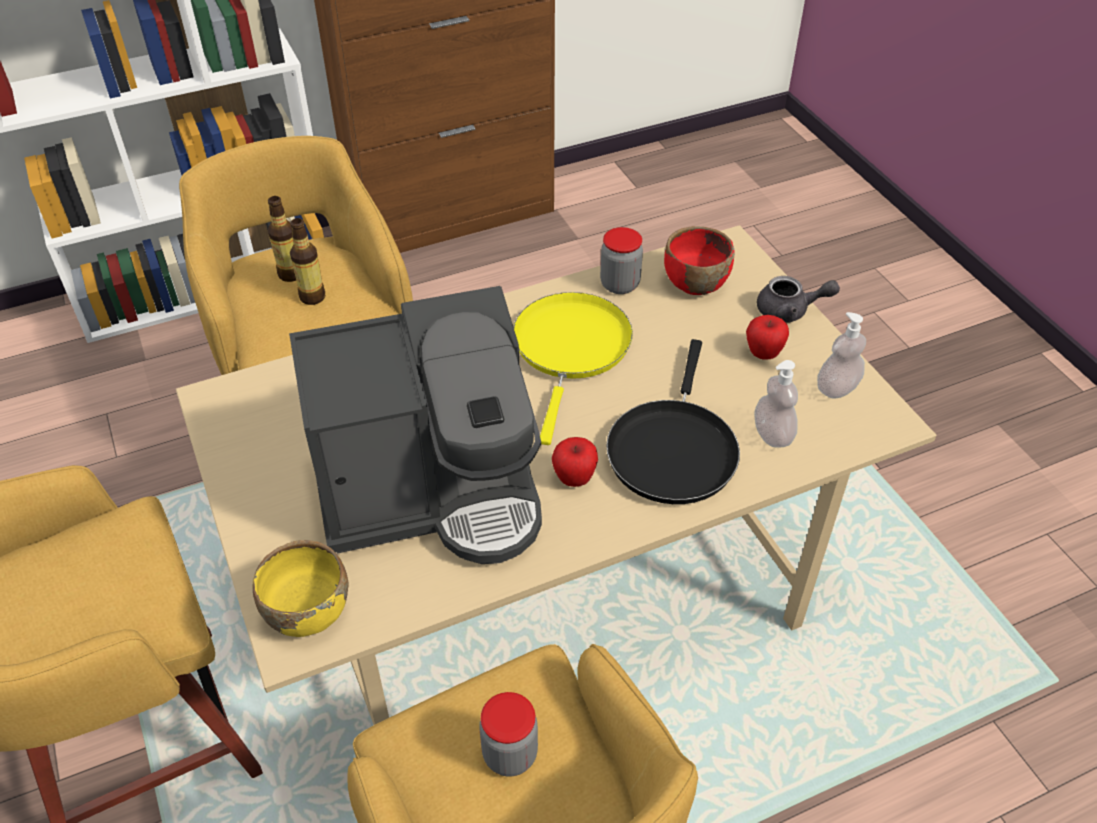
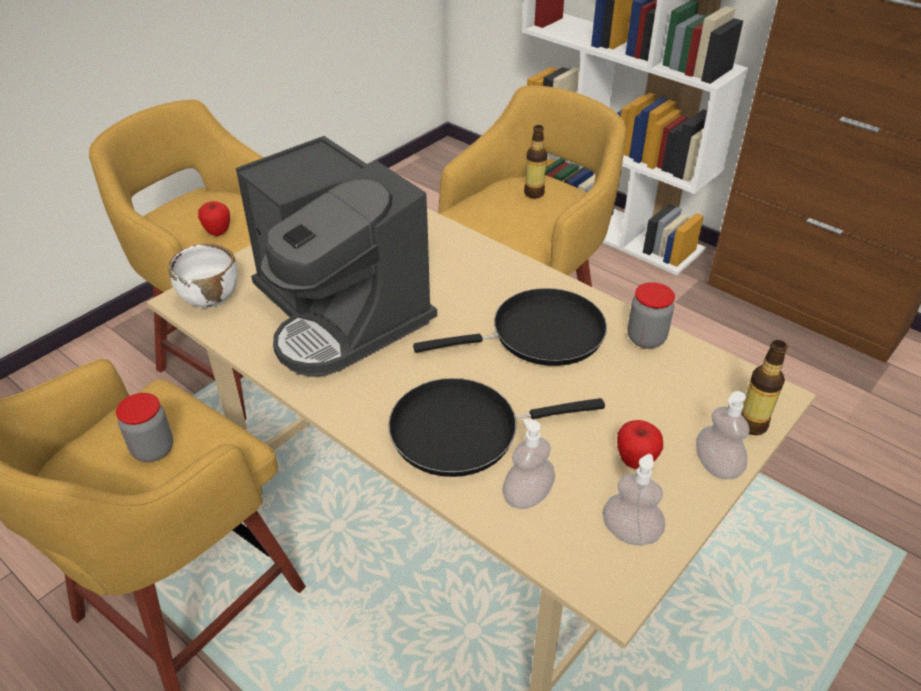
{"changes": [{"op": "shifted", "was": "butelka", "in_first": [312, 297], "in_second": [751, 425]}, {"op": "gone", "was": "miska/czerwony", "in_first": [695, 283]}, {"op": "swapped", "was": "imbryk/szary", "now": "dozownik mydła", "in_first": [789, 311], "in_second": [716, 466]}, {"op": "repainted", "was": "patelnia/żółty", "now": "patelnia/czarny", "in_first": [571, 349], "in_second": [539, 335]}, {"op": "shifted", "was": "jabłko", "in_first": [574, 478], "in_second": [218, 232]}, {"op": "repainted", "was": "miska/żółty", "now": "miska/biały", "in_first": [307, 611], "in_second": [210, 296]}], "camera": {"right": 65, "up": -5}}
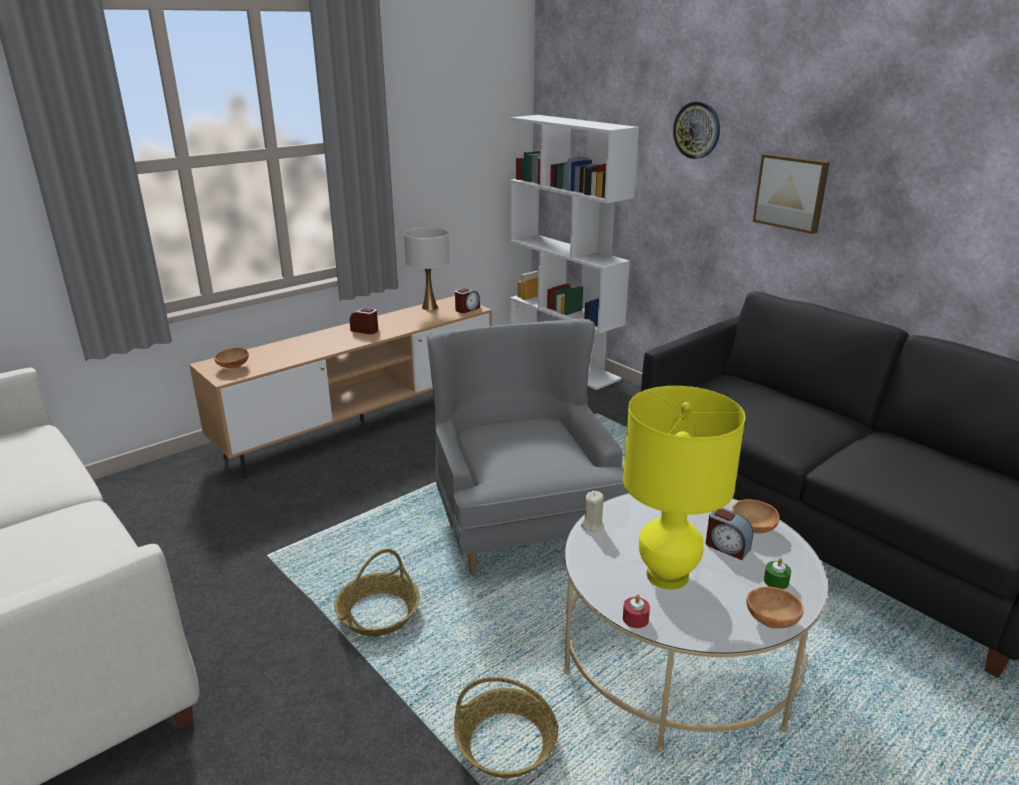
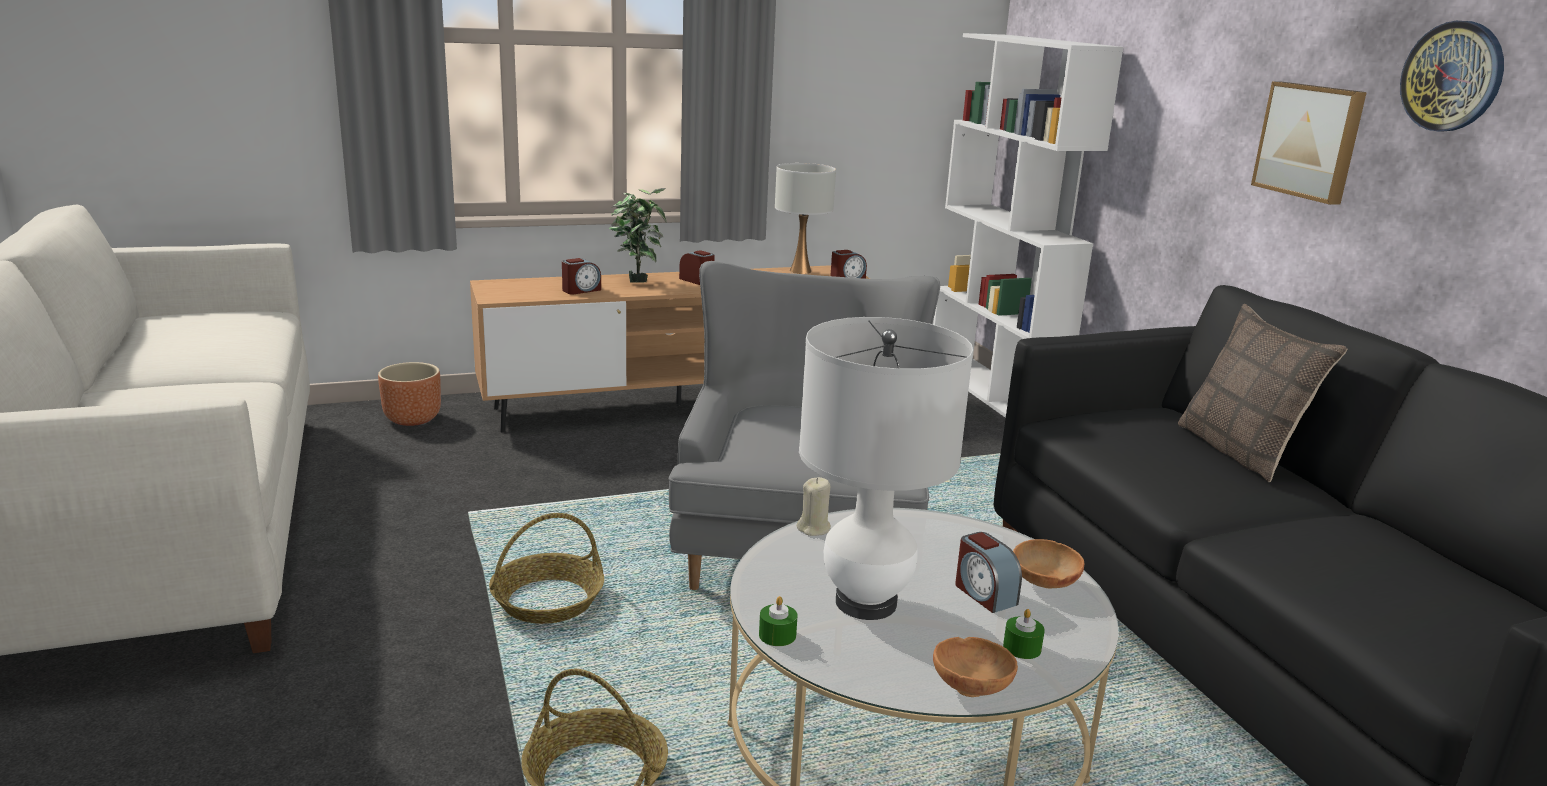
{"changes": [{"op": "shifted", "was": "zegar ścienny", "in_first": [697, 130], "in_second": [1452, 76]}, {"op": "gone", "was": "miska/brązowy", "in_first": [232, 367]}, {"op": "repainted", "was": "lampa stołowa/żółty", "now": "lampa stołowa/biały", "in_first": [667, 575], "in_second": [865, 603]}, {"op": "repainted", "was": "świeca/czerwony", "now": "świeca/zielony", "in_first": [635, 619], "in_second": [777, 635]}, {"op": "new", "now": "roślina doniczkowa", "in_second": [637, 280]}, {"op": "new", "now": "budzik", "in_second": [581, 290]}, {"op": "new", "now": "poduszka", "in_second": [1240, 451]}, {"op": "new", "now": "donica/brązowy", "in_second": [412, 419]}], "camera": {"right": 20, "up": -5}}
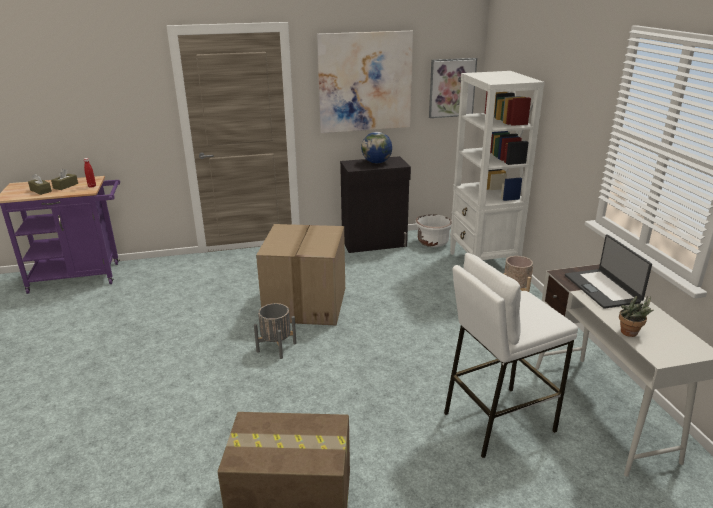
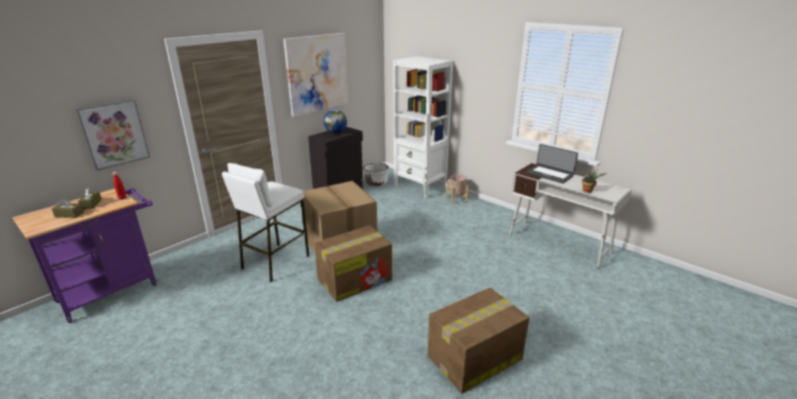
{"changes": [{"op": "shifted", "was": "obraz", "in_first": [452, 88], "in_second": [114, 134]}, {"op": "shifted", "was": "stołek/biały", "in_first": [497, 421], "in_second": [275, 262]}, {"op": "swapped", "was": "donica/szary", "now": "karton", "in_first": [276, 347], "in_second": [355, 279]}], "camera": {"right": -35, "up": 0}}
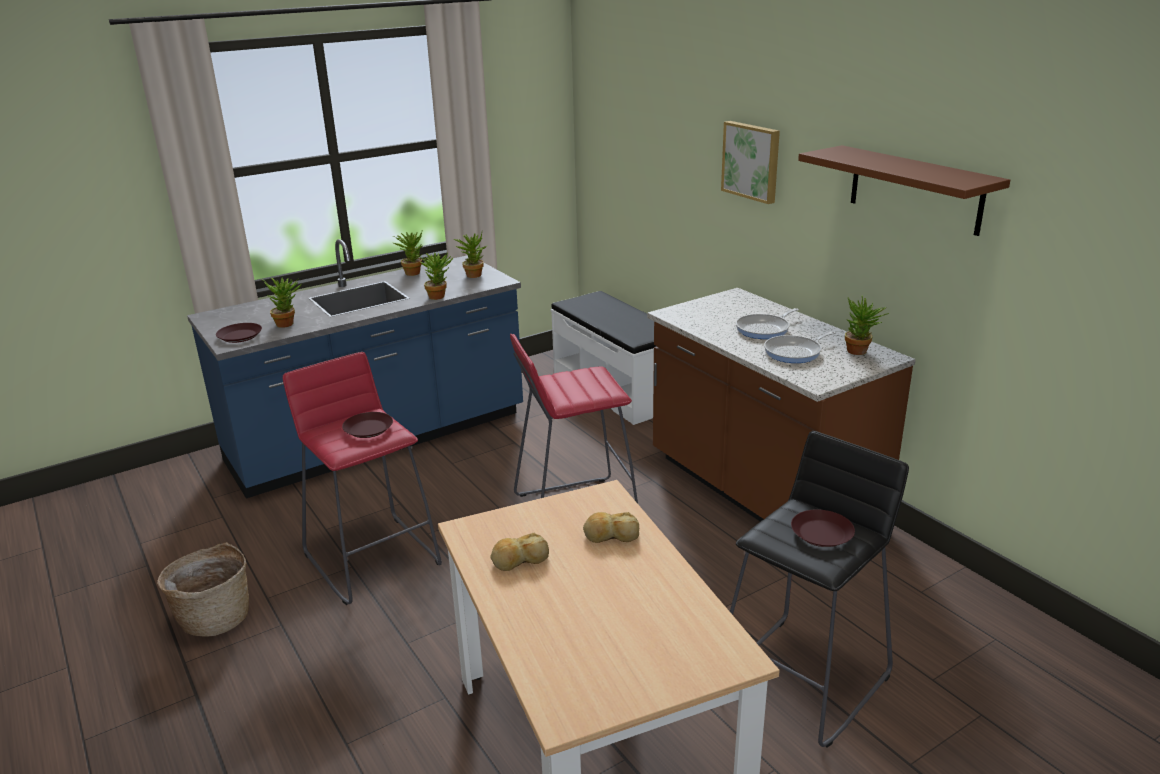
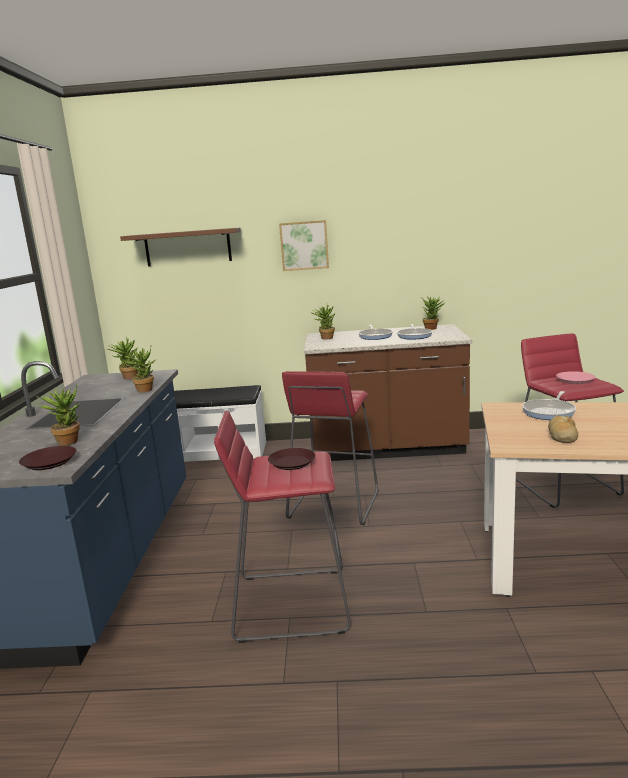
{"changes": [{"op": "shifted", "was": "półka/brązowy", "in_first": [915, 189], "in_second": [188, 247]}, {"op": "shifted", "was": "roślina doniczkowa", "in_first": [413, 272], "in_second": [325, 338]}, {"op": "repainted", "was": "stołek/czarny", "now": "stołek/czerwony", "in_first": [804, 679], "in_second": [564, 485]}, {"op": "repainted", "was": "talerz/brązowy", "now": "talerz/różowy", "in_first": [821, 534], "in_second": [575, 380]}, {"op": "swapped", "was": "chleb", "now": "patelnia", "in_first": [611, 535], "in_second": [550, 412]}, {"op": "gone", "was": "koszyk", "in_first": [215, 617]}], "camera": {"right": -55, "up": -10}}
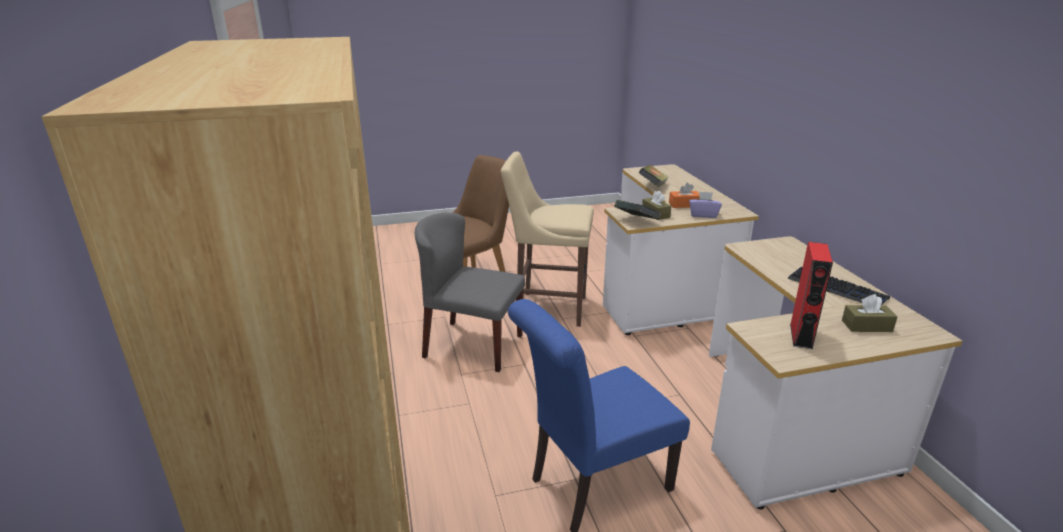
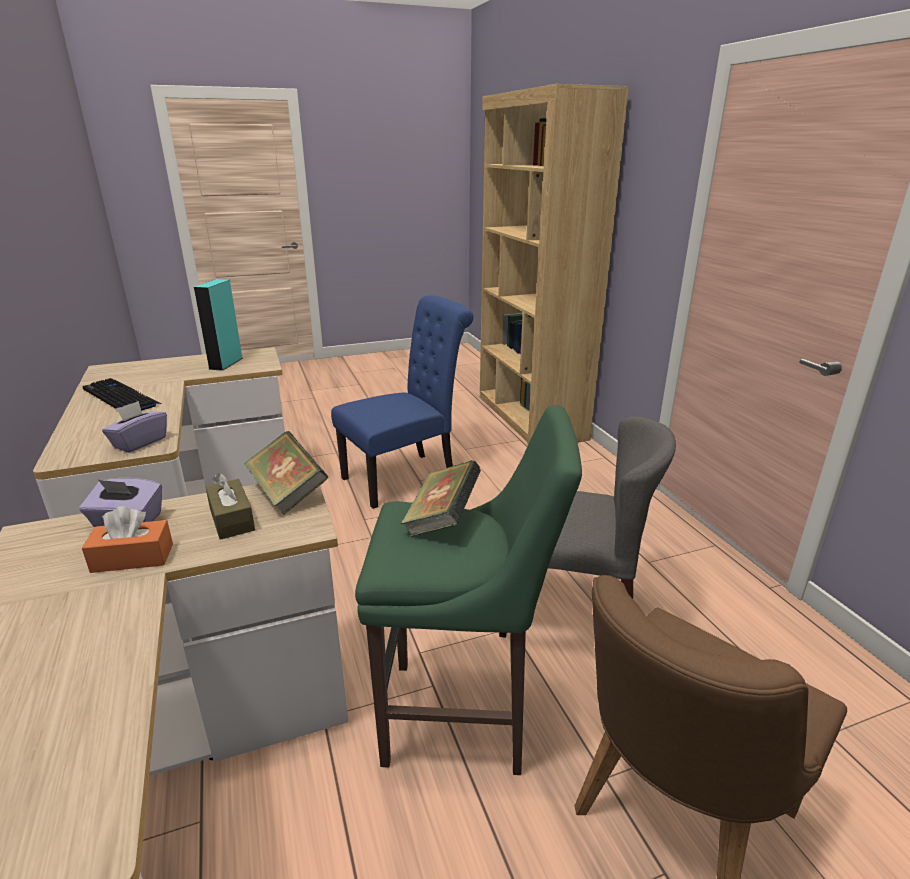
{"changes": [{"op": "repainted", "was": "stołek/beżowy", "now": "stołek/zielony", "in_first": [547, 308], "in_second": [464, 716]}, {"op": "shifted", "was": "książka", "in_first": [653, 186], "in_second": [442, 520]}, {"op": "repainted", "was": "głośnik/czerwony", "now": "głośnik/turkusowy", "in_first": [801, 335], "in_second": [226, 363]}, {"op": "gone", "was": "pudełko chusteczek/brązowy", "in_first": [866, 326]}, {"op": "new", "now": "pudełko chusteczek/fioletowy", "in_second": [139, 442]}], "camera": {"right": 175, "up": 0}}
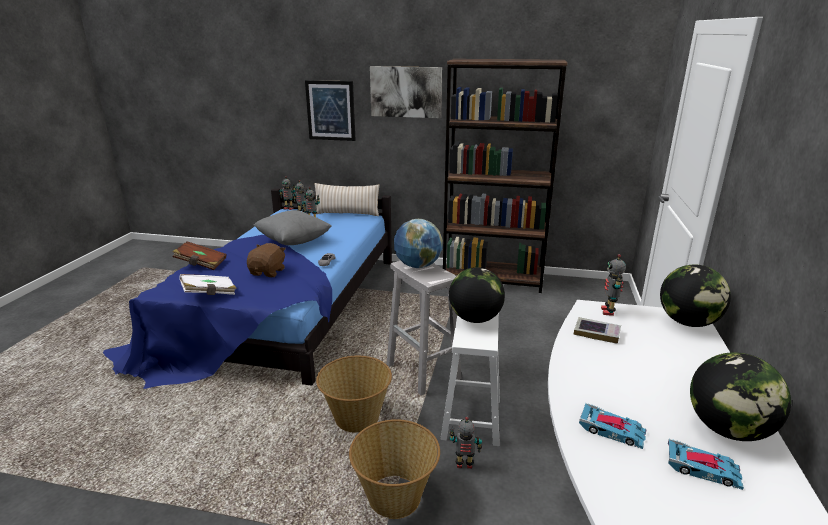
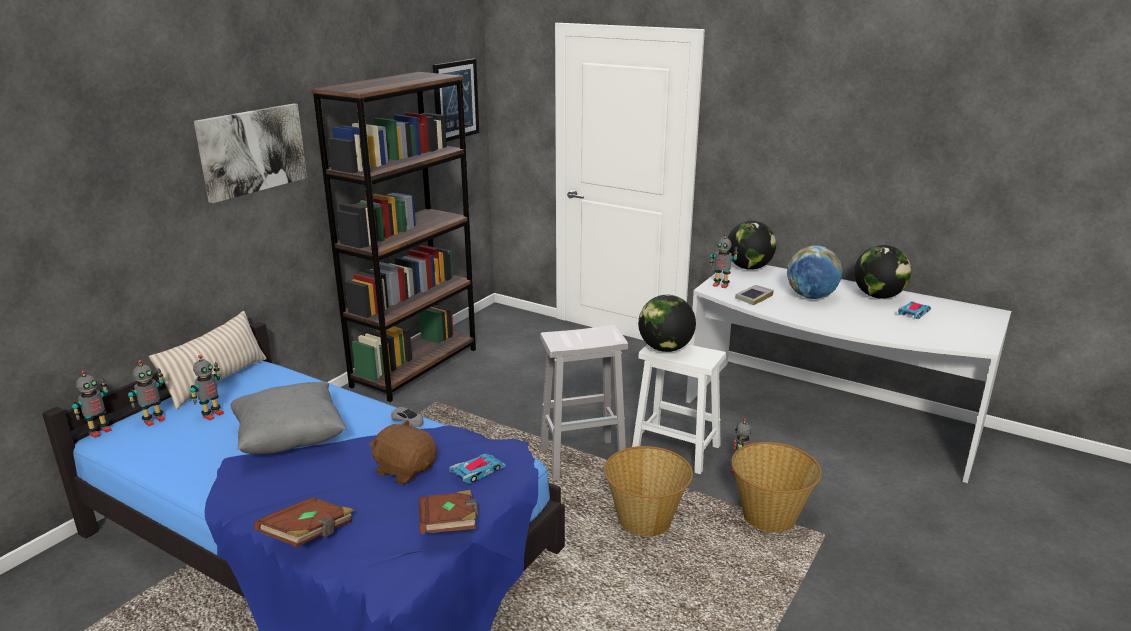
{"changes": [{"op": "shifted", "was": "obraz", "in_first": [331, 110], "in_second": [455, 100]}, {"op": "shifted", "was": "globus", "in_first": [417, 266], "in_second": [811, 297]}, {"op": "repainted", "was": "książka/biały", "now": "książka/brązowy", "in_first": [209, 294], "in_second": [449, 526]}, {"op": "shifted", "was": "samochodzik", "in_first": [612, 430], "in_second": [478, 471]}], "camera": {"right": -70, "up": 0}}
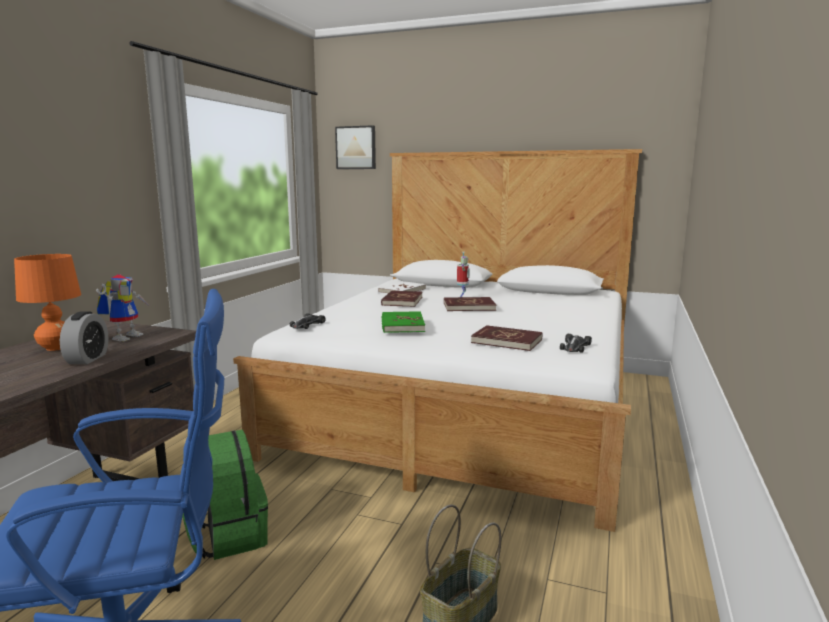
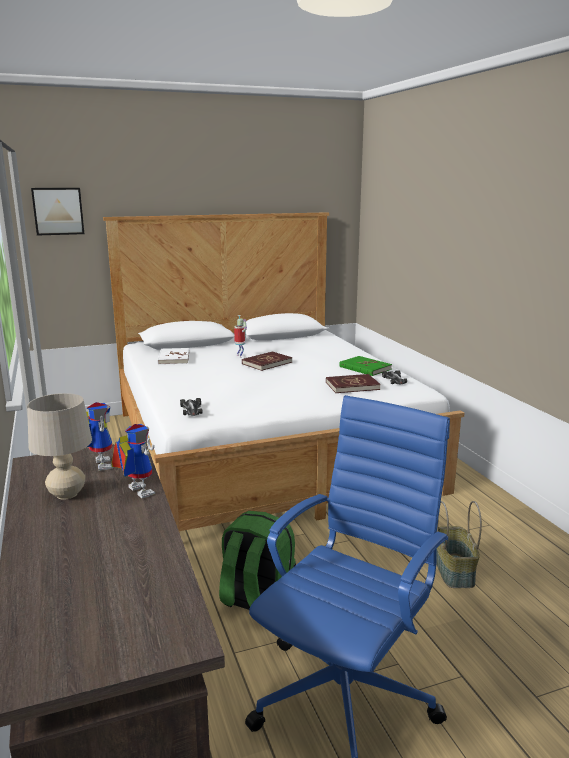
{"changes": [{"op": "repainted", "was": "lampa stołowa/pomarańczowy", "now": "lampa stołowa/beżowy", "in_first": [57, 347], "in_second": [67, 494]}, {"op": "gone", "was": "książka/czerwony", "in_first": [402, 301]}, {"op": "swapped", "was": "budzik", "now": "robot zabawkowy", "in_first": [87, 359], "in_second": [135, 491]}, {"op": "shifted", "was": "książka/zielony", "in_first": [402, 325], "in_second": [365, 368]}], "camera": {"right": -40, "up": 5}}
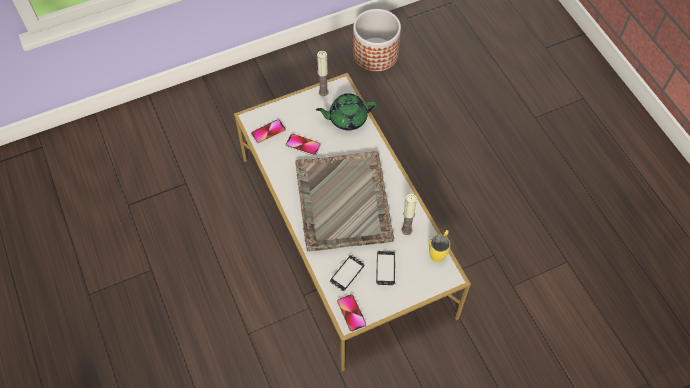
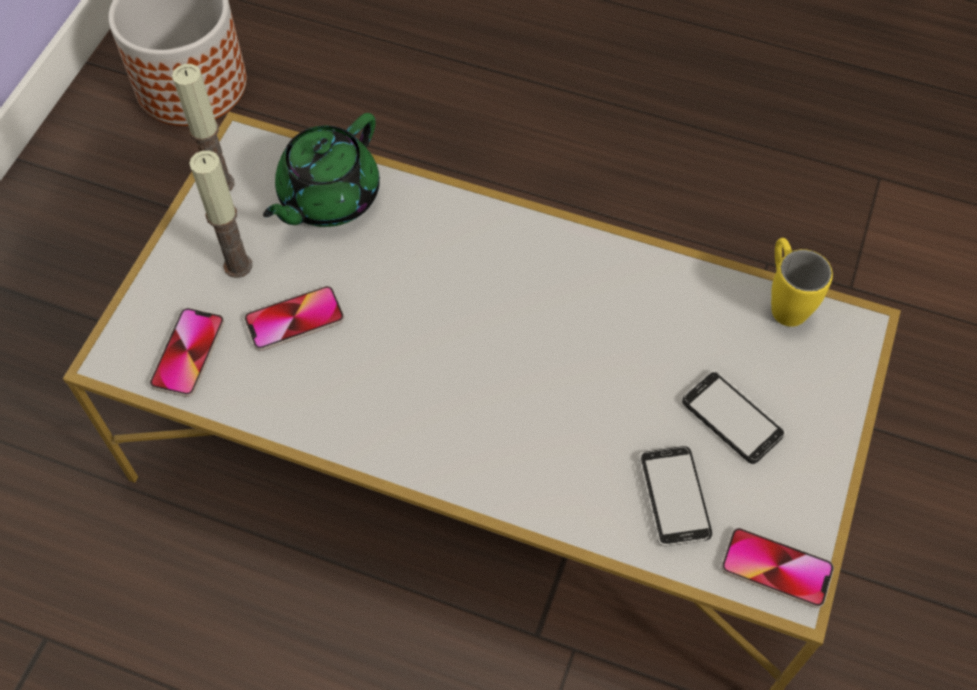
{"changes": [{"op": "gone", "was": "taca/szary", "in_first": [343, 203]}, {"op": "shifted", "was": "świeca", "in_first": [406, 230], "in_second": [238, 265]}], "camera": {"right": -45, "up": 0}}
